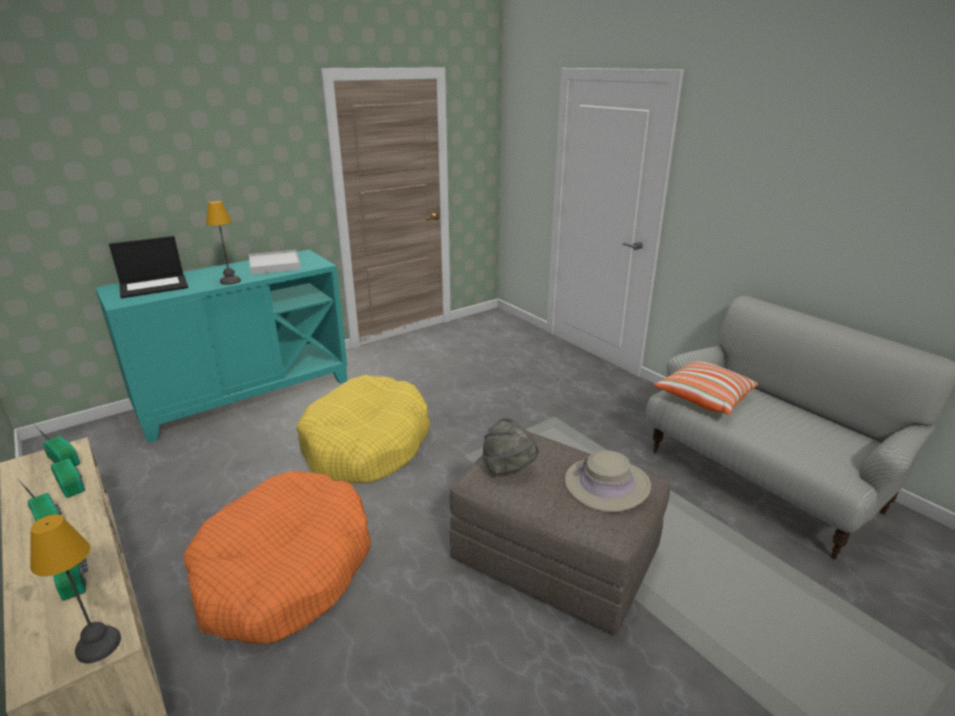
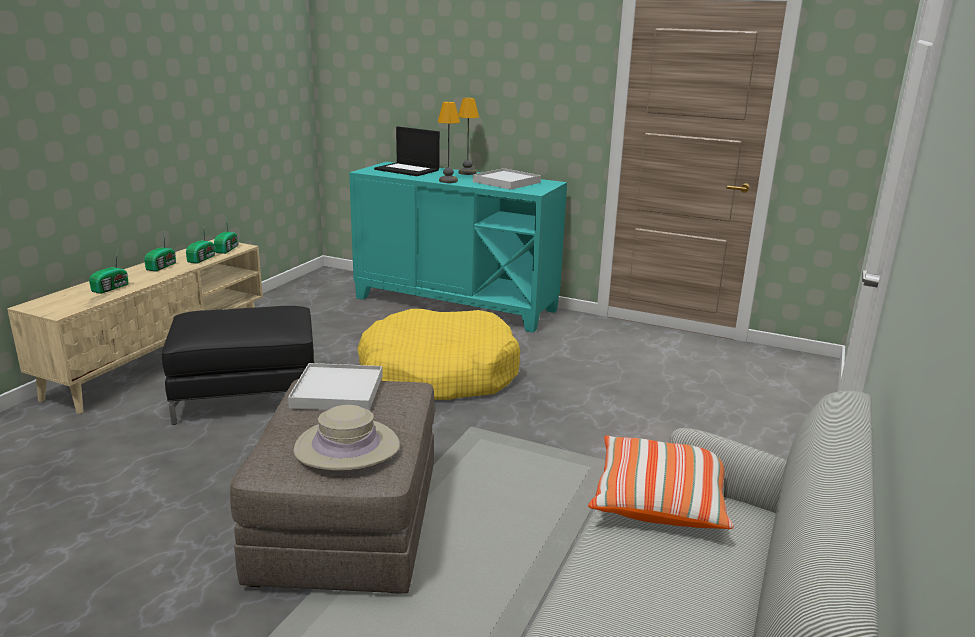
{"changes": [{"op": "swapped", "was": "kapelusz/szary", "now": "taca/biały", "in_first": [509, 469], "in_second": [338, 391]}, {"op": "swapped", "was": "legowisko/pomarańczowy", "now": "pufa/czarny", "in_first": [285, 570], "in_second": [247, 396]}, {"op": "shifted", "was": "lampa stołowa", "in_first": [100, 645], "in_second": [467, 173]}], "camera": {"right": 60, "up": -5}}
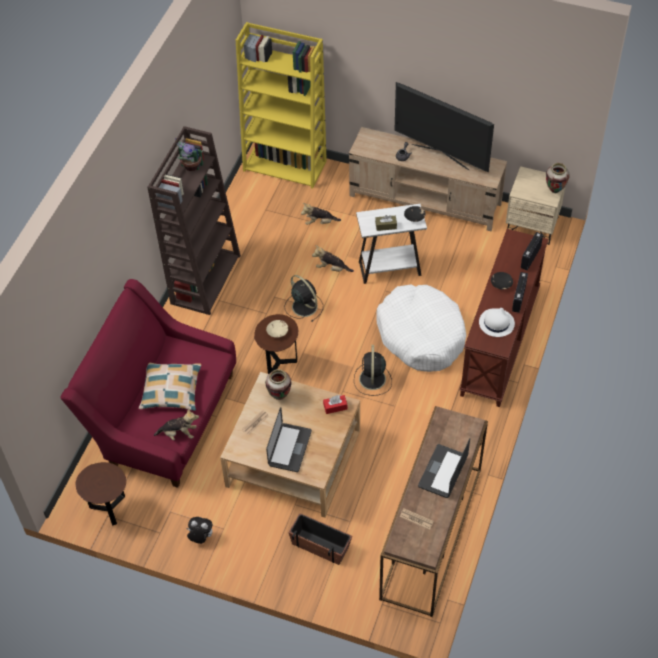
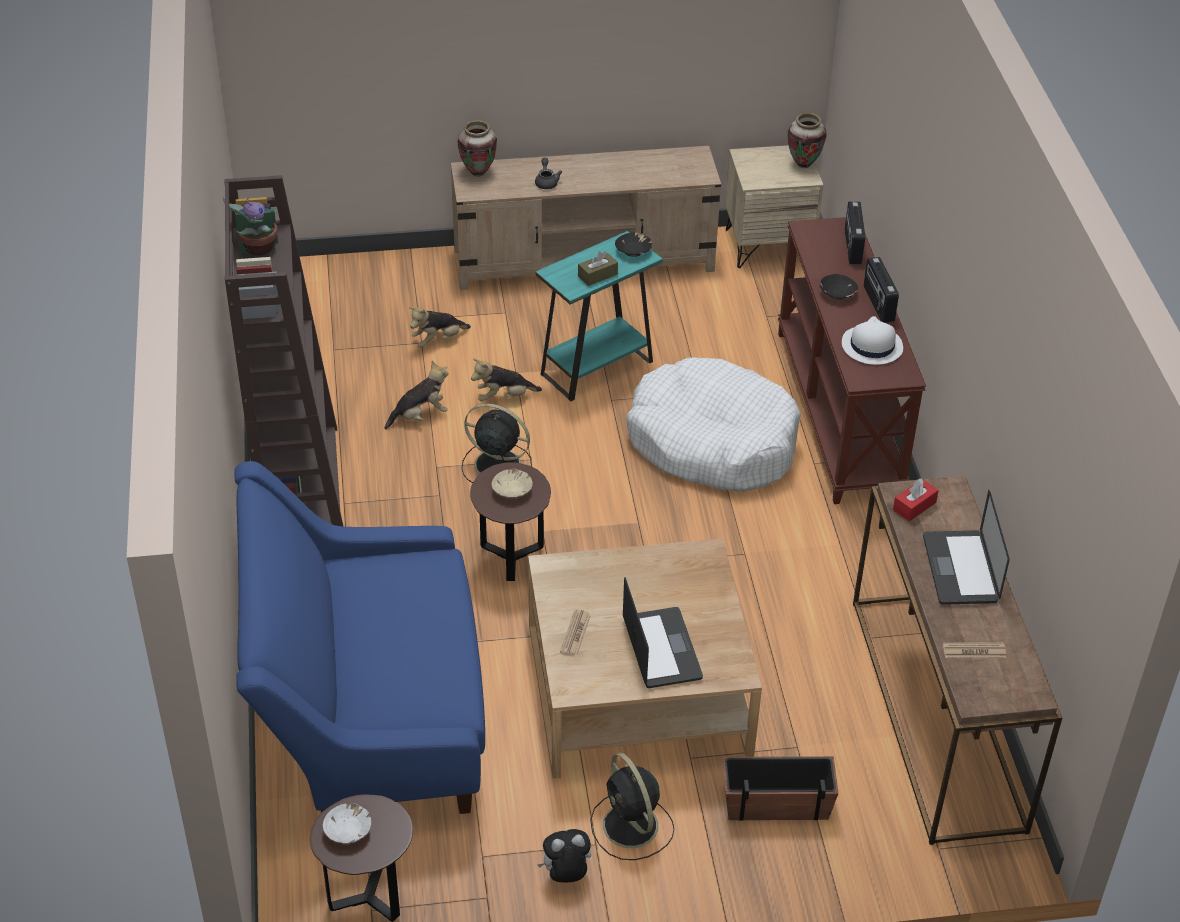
{"changes": [{"op": "gone", "was": "regał/żółty", "in_first": [285, 165]}, {"op": "gone", "was": "telewizor", "in_first": [440, 156]}, {"op": "repainted", "was": "stolik/biały", "now": "stolik/turkusowy", "in_first": [390, 268], "in_second": [597, 368]}, {"op": "repainted", "was": "kanapa/czerwony", "now": "kanapa/niebieski", "in_first": [164, 417], "in_second": [369, 713]}, {"op": "shifted", "was": "wentylator/czarny", "in_first": [372, 380], "in_second": [631, 827]}, {"op": "gone", "was": "poduszka", "in_first": [171, 390]}, {"op": "shifted", "was": "wazon", "in_first": [279, 396], "in_second": [478, 173]}, {"op": "shifted", "was": "pudełko chusteczek/czerwony", "in_first": [335, 407], "in_second": [914, 506]}, {"op": "shifted", "was": "pluszak", "in_first": [179, 434], "in_second": [420, 416]}, {"op": "new", "now": "miska/biały", "in_second": [348, 830]}], "camera": {"right": -30, "up": -10}}
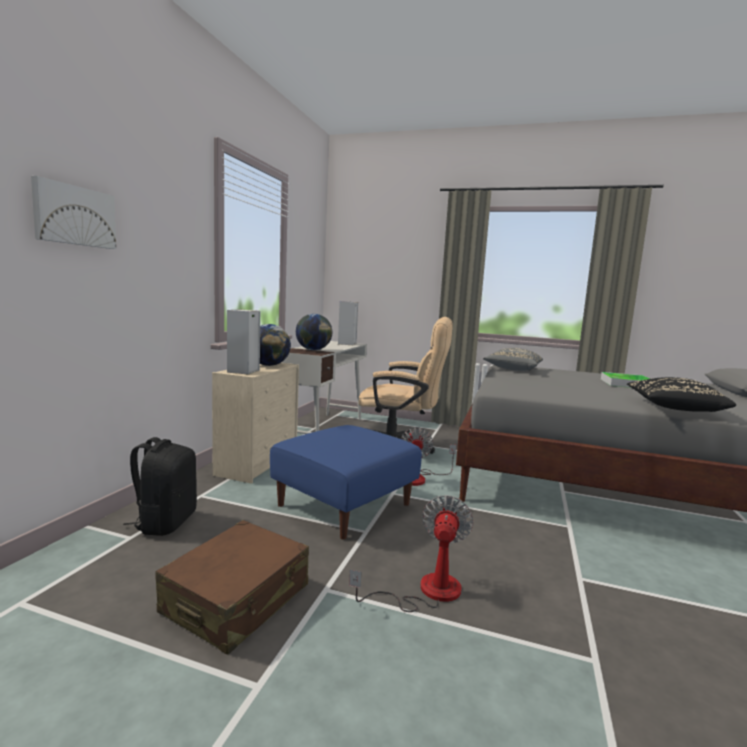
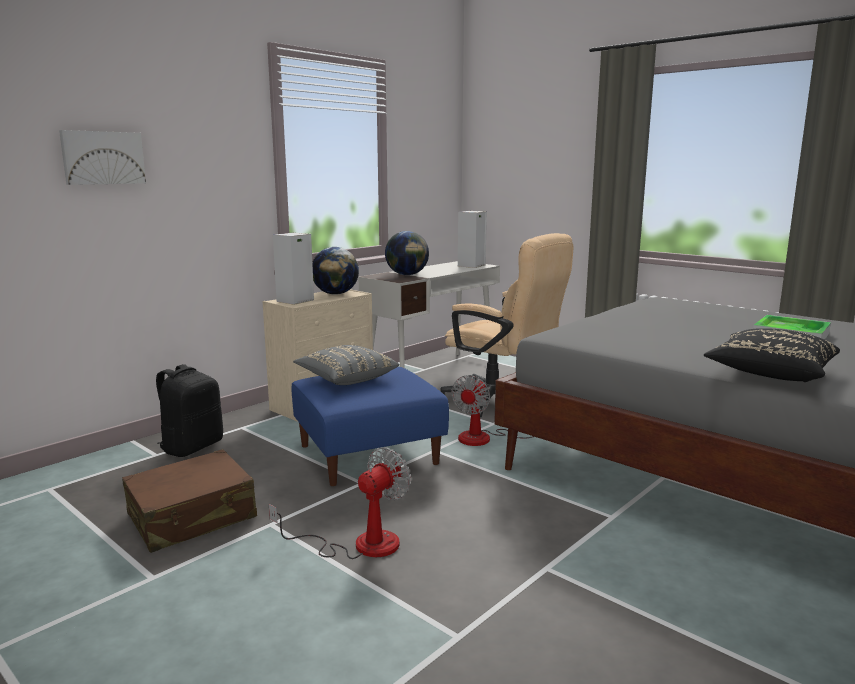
{"changes": [{"op": "shifted", "was": "poduszka/szary", "in_first": [512, 369], "in_second": [346, 378]}], "camera": {"right": 25, "up": 5}}
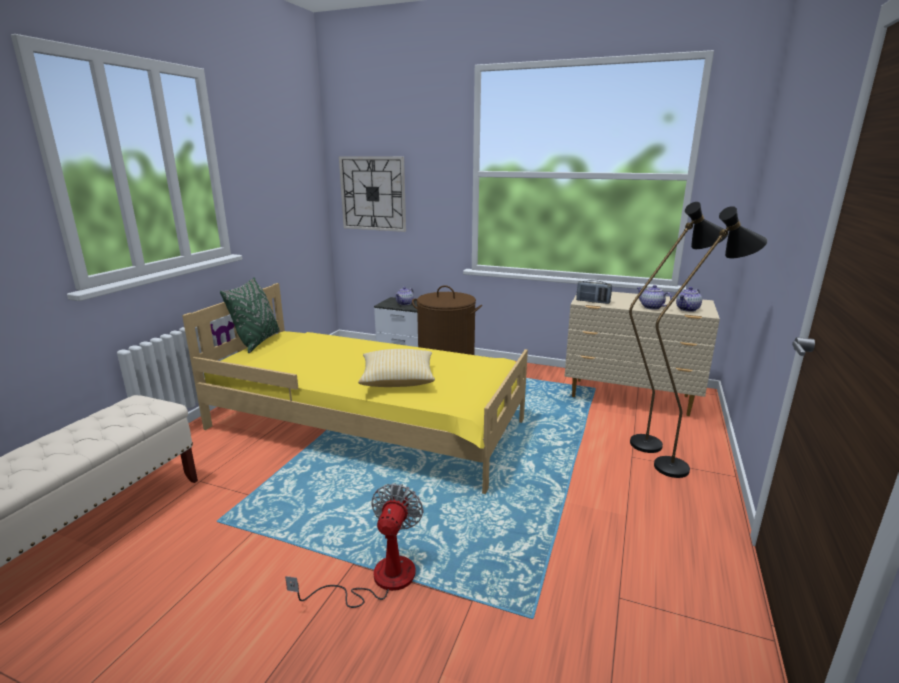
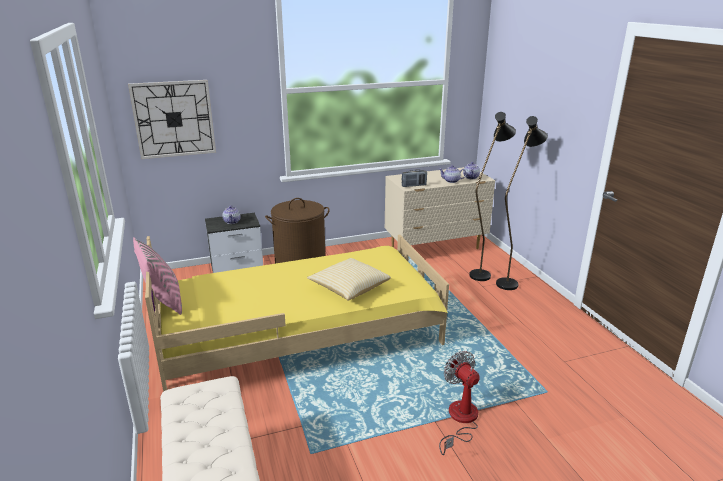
{"changes": [{"op": "repainted", "was": "poduszka/zielony", "now": "poduszka/różowy", "in_first": [257, 342], "in_second": [164, 302]}], "camera": {"right": -40, "up": 5}}
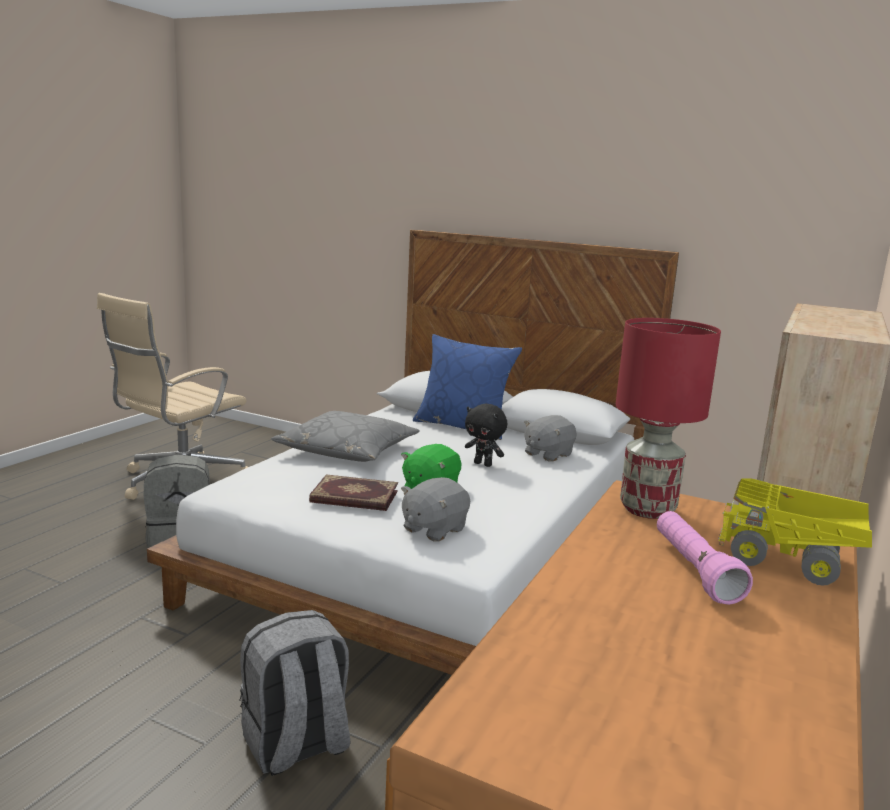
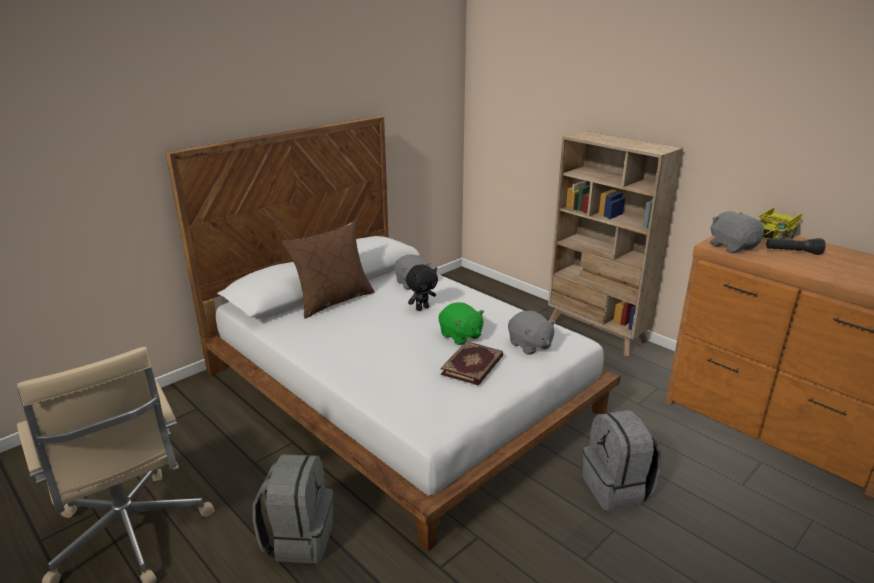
{"changes": [{"op": "swapped", "was": "lampa stołowa/czerwony", "now": "pluszak/szary", "in_first": [646, 509], "in_second": [732, 247]}, {"op": "repainted", "was": "poduszka/niebieski", "now": "poduszka/brązowy", "in_first": [463, 426], "in_second": [333, 300]}, {"op": "gone", "was": "poduszka/szary", "in_first": [347, 450]}, {"op": "repainted", "was": "latarka/różowy", "now": "latarka/czarny", "in_first": [694, 571], "in_second": [792, 252]}], "camera": {"right": -70, "up": 10}}
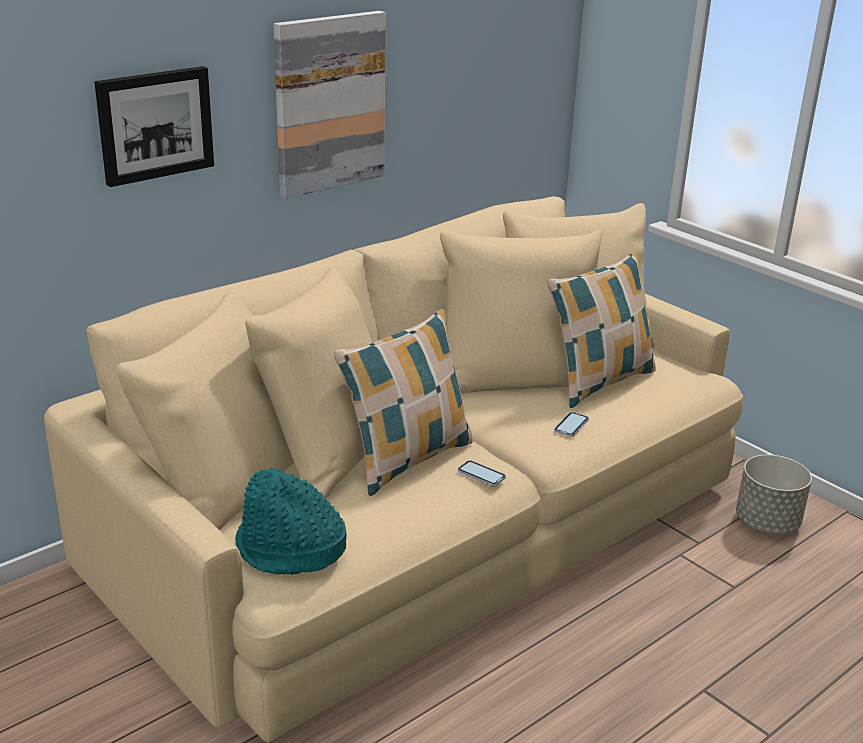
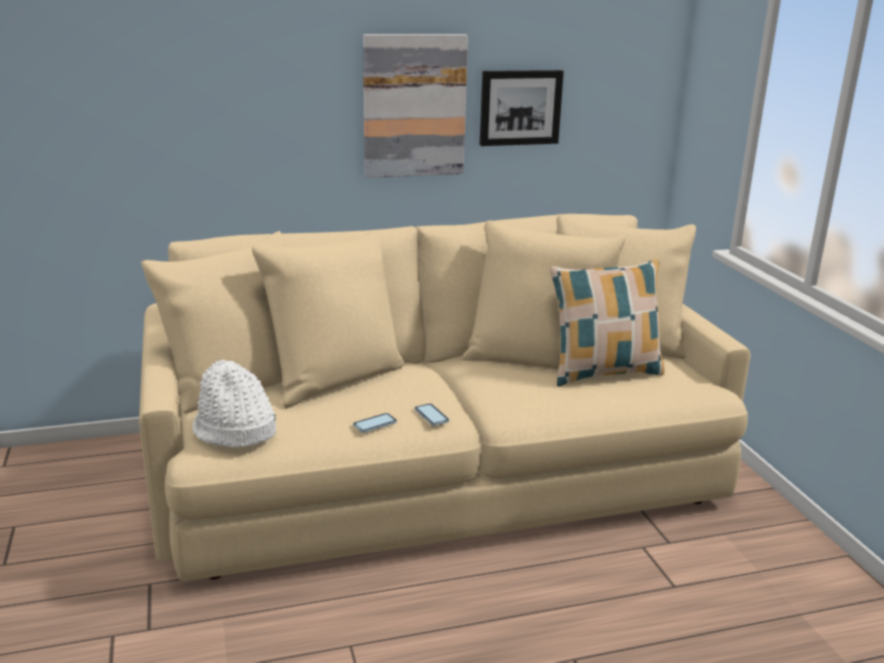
{"changes": [{"op": "shifted", "was": "obraz", "in_first": [155, 124], "in_second": [520, 107]}, {"op": "gone", "was": "poduszka", "in_first": [407, 459]}, {"op": "shifted", "was": "telefon", "in_first": [571, 425], "in_second": [375, 424]}, {"op": "gone", "was": "donica/szary", "in_first": [767, 523]}, {"op": "repainted", "was": "kapelusz/turkusowy", "now": "kapelusz/biały", "in_first": [289, 550], "in_second": [234, 431]}], "camera": {"right": 25, "up": -5}}
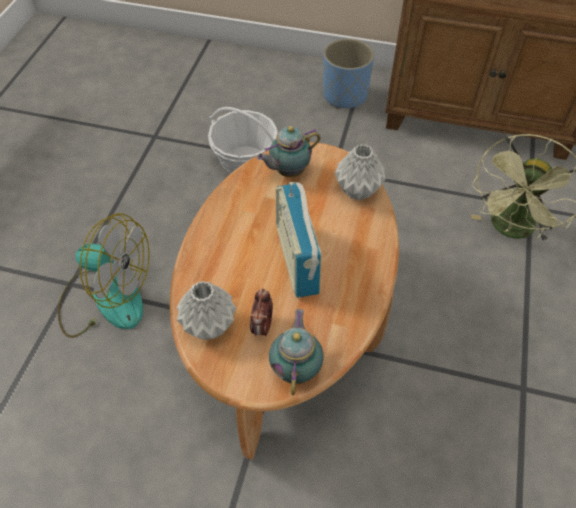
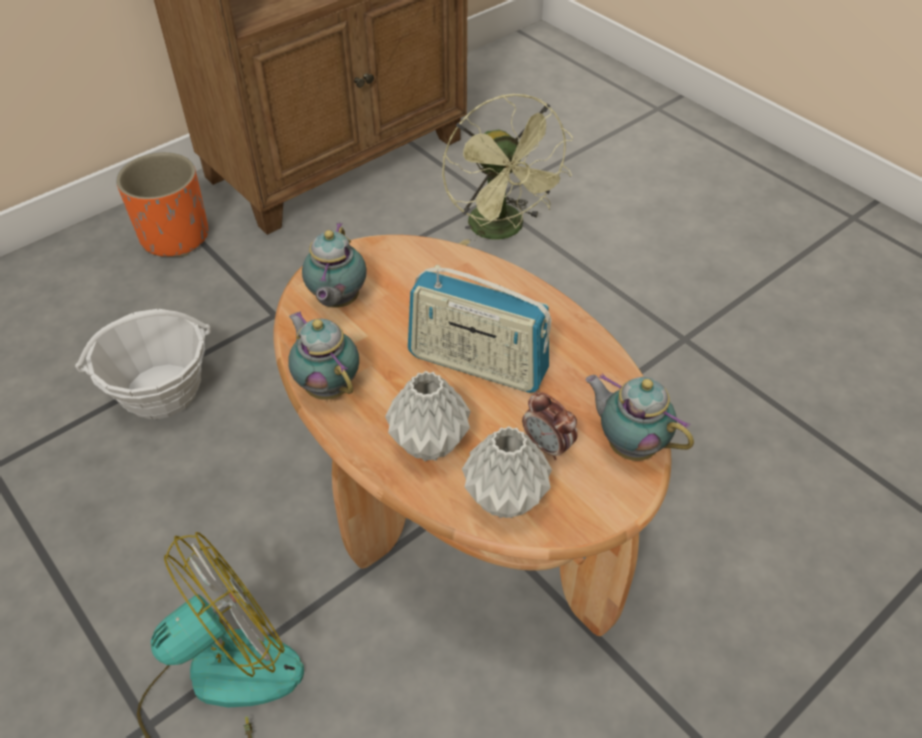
{"changes": [{"op": "repainted", "was": "donica/niebieski", "now": "donica/pomarańczowy", "in_first": [345, 95], "in_second": [175, 237]}, {"op": "shifted", "was": "wazon/szary", "in_first": [357, 191], "in_second": [427, 444]}, {"op": "new", "now": "imbryk", "in_second": [327, 386]}], "camera": {"right": -55, "up": -5}}
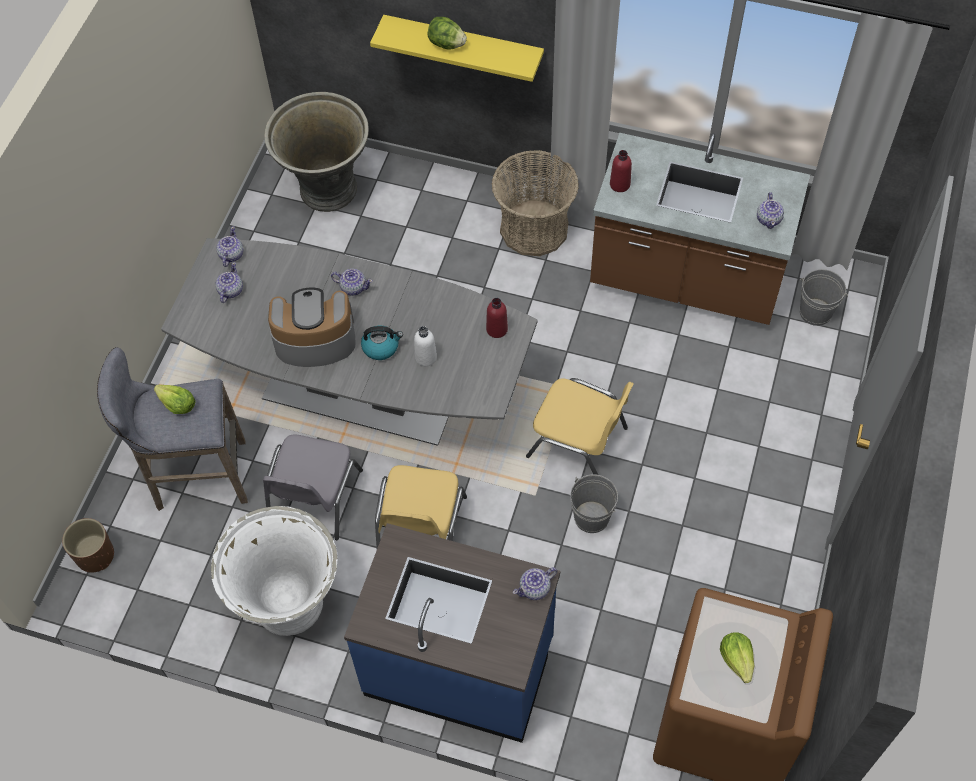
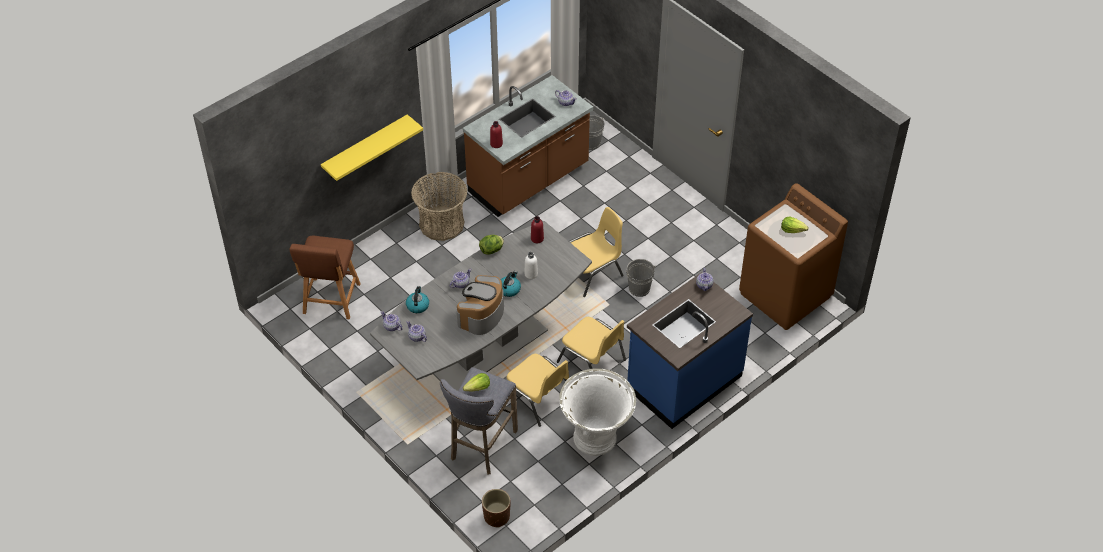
{"changes": [{"op": "shifted", "was": "sałata", "in_first": [446, 44], "in_second": [492, 250]}, {"op": "swapped", "was": "donica/szary", "now": "stołek/brązowy", "in_first": [327, 190], "in_second": [330, 301]}, {"op": "repainted", "was": "krzesło/szary", "now": "krzesło/żółty", "in_first": [313, 499], "in_second": [538, 399]}, {"op": "new", "now": "czajnik", "in_second": [417, 305]}], "camera": {"right": -60, "up": -10}}
